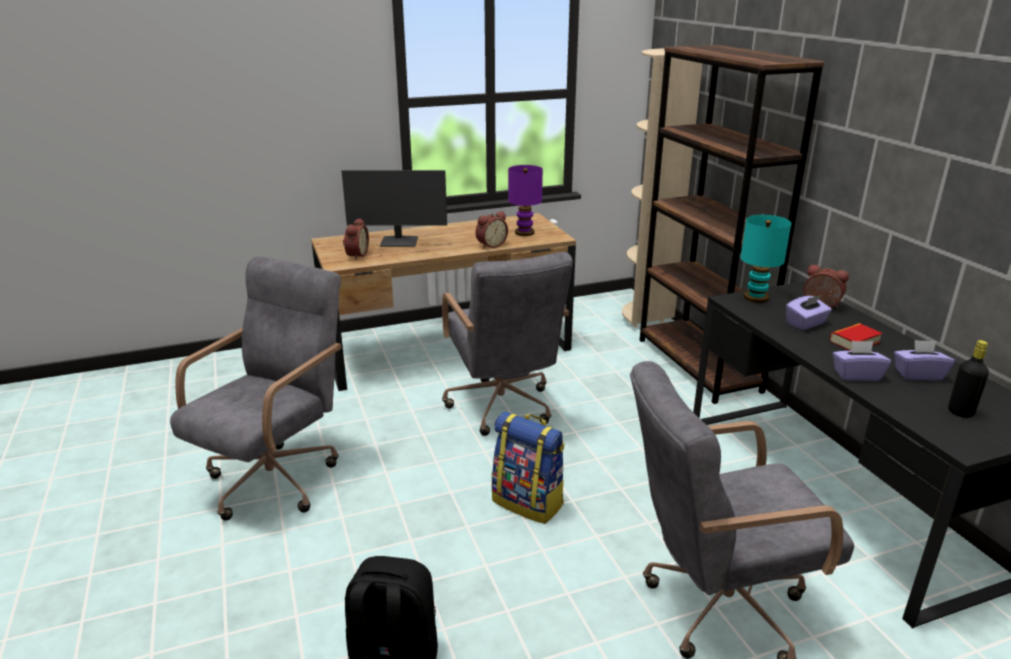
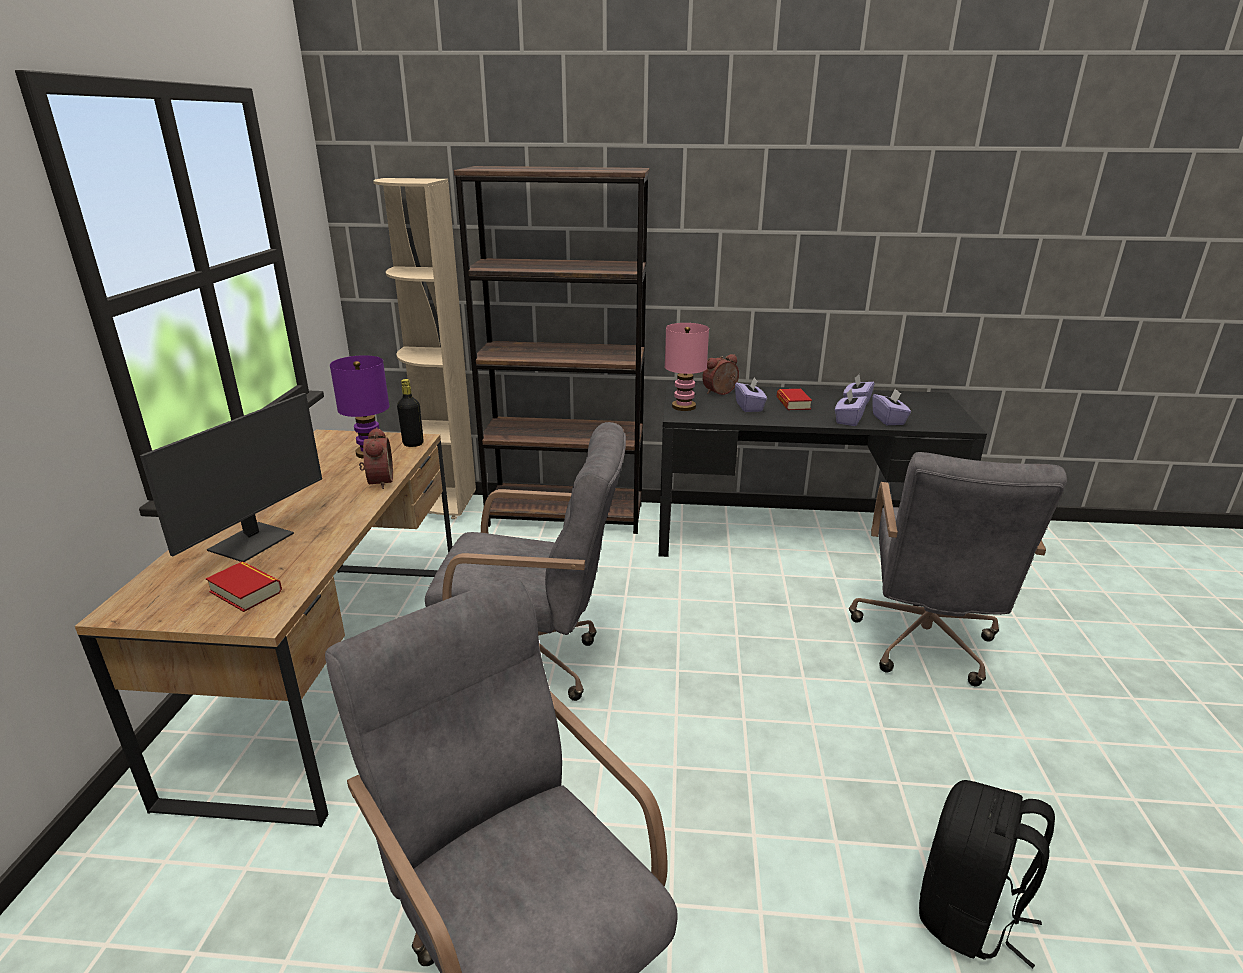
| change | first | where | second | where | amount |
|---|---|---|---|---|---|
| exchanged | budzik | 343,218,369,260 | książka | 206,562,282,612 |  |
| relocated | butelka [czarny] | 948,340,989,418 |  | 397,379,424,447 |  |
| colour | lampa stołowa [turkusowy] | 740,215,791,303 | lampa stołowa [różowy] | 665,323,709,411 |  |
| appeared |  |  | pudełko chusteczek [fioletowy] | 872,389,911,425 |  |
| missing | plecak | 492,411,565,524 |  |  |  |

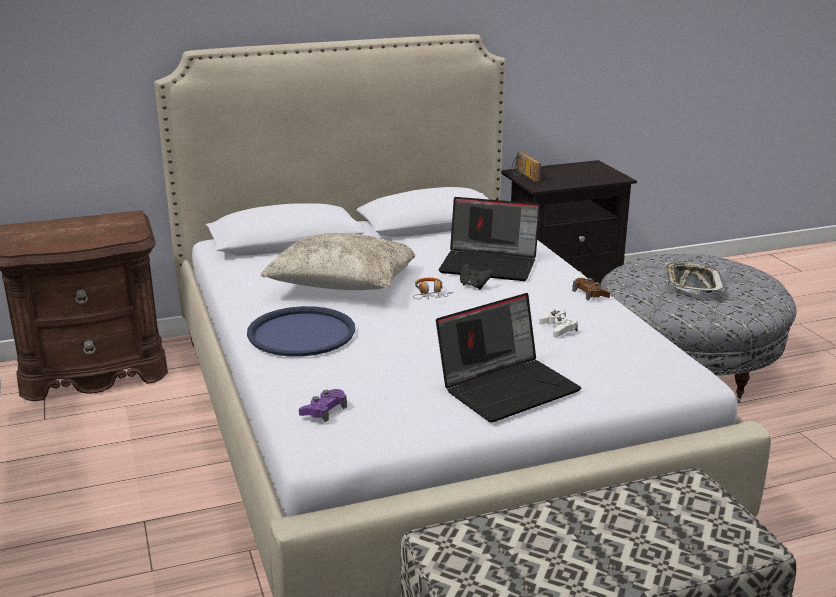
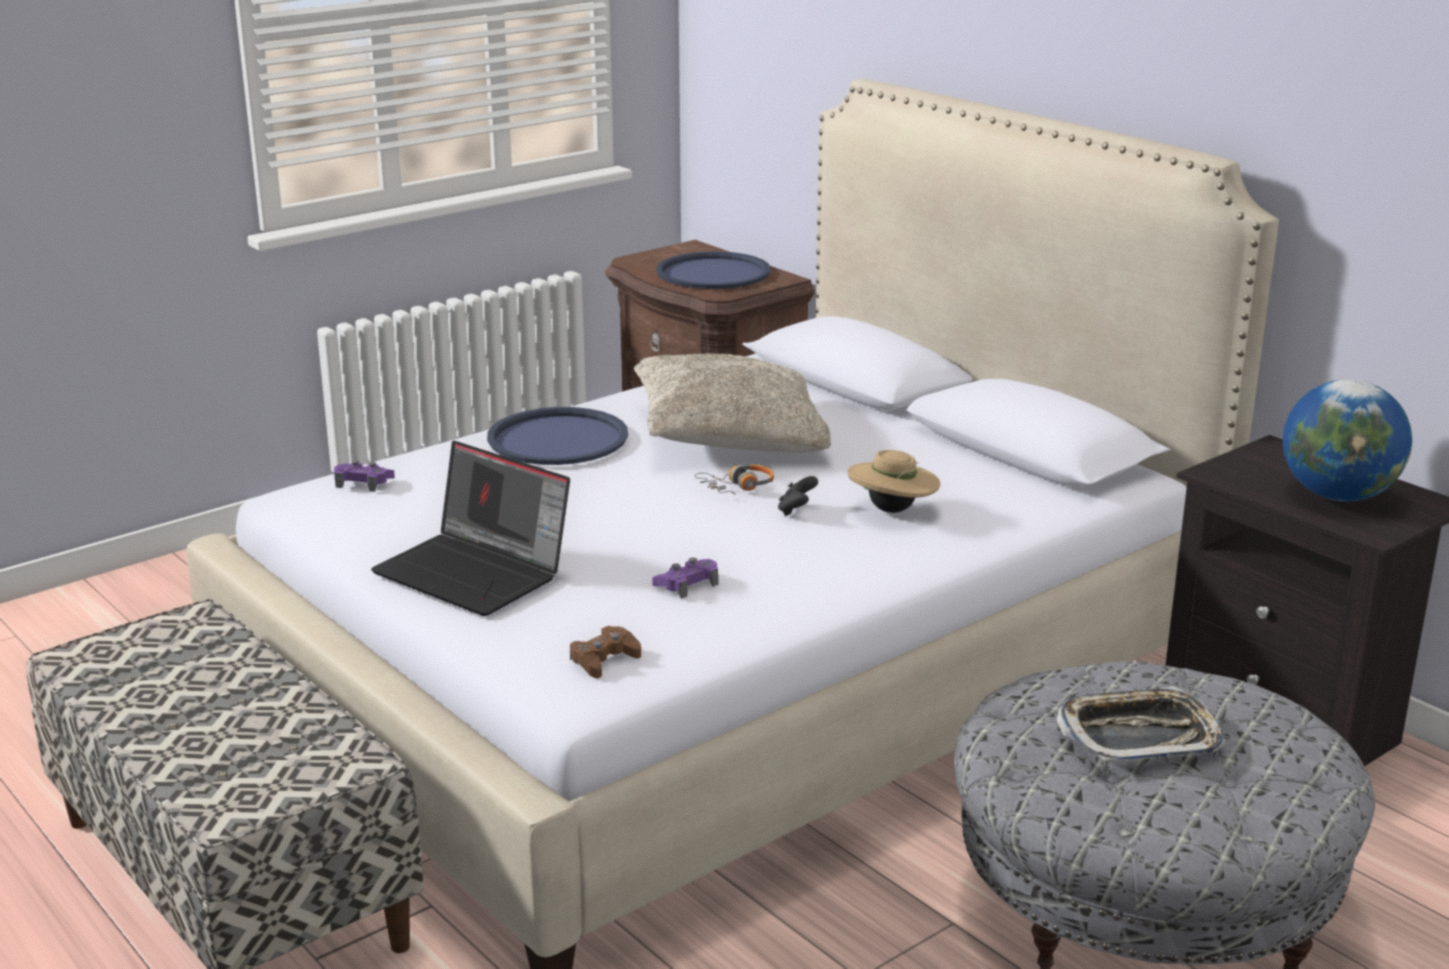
| change | first | where | second | where | amount |
|---|---|---|---|---|---|
| relocated | pad do gier [brązowy] | 572,278,610,301 |  | 570,626,641,679 |  |
| colour | pad do gier [biały] | 539,309,578,337 | pad do gier [fioletowy] | 652,558,718,599 |  |
| appeared |  |  | taca [niebieski] | 656,251,771,289 |  |
| exchanged | laptop | 439,197,540,281 | kapelusz [beżowy] | 848,450,940,513 |  |
| appeared |  |  | globus | 1283,379,1412,501 |  |
| missing | radio | 512,152,541,182 |  |  |  |

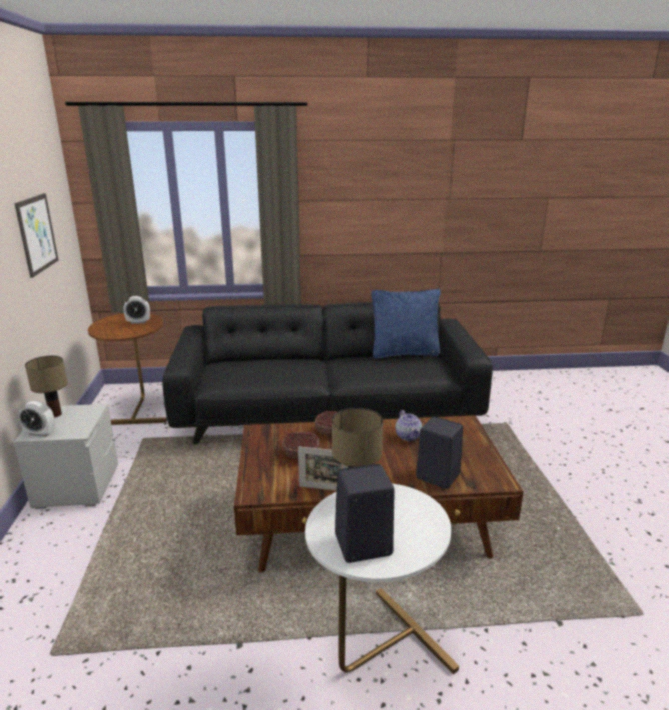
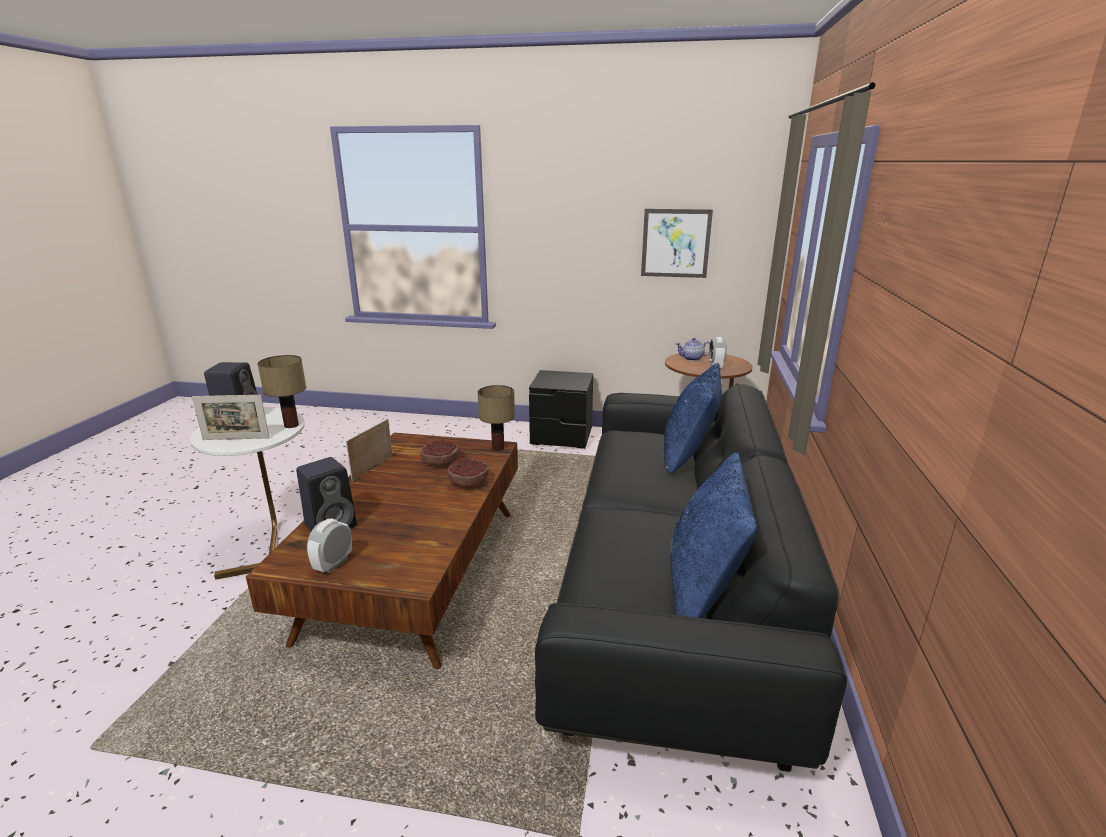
| change | first | where | second | where | amount |
|---|---|---|---|---|---|
| appeared |  |  | ramka na zdjęcie | 192,395,270,440 |  |
| relocated | budzik | 19,401,55,437 |  | 307,518,352,573 |  |
| relocated | lampa stołowa | 25,356,68,417 |  | 478,385,515,451 |  |
| colour | szafka nocna [biały] | 14,404,118,509 | szafka nocna [czarny] | 529,370,593,449 |  |
| appeared |  |  | poduszka [niebieski] | 664,363,722,475 |  |
| relocated | imbryk | 396,410,422,441 |  | 675,338,710,361 |  |

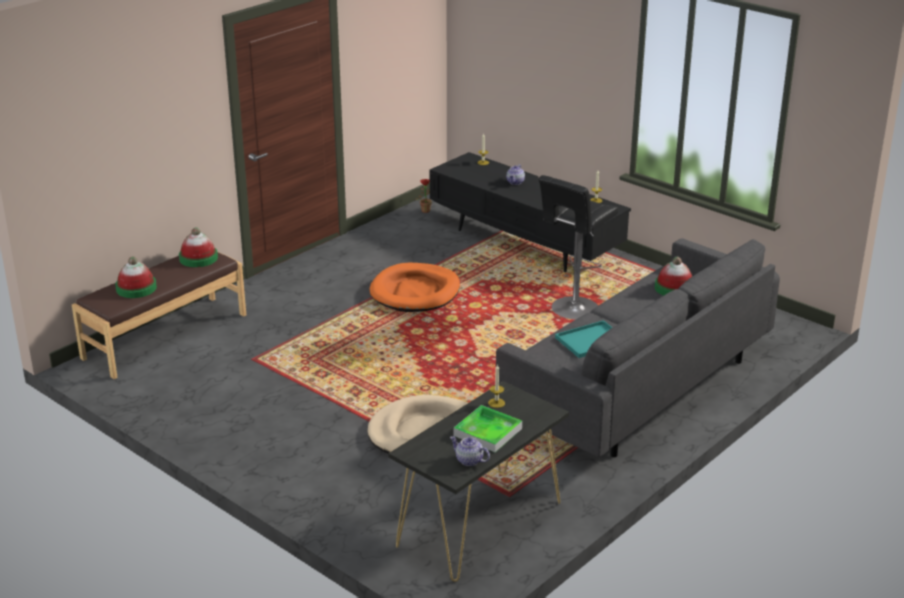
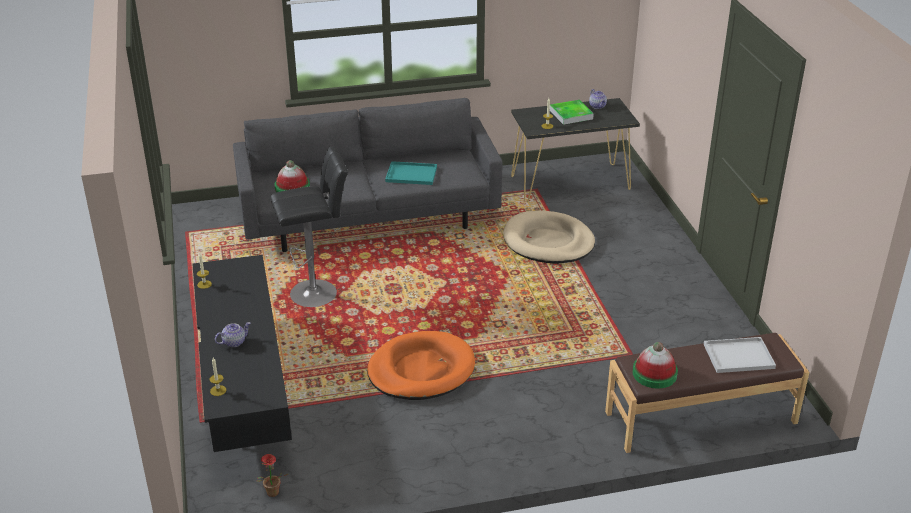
| change | first | where | second | where | amount |
|---|---|---|---|---|---|
| exchanged | kapelusz | 115,257,157,298 | taca [biały] | 704,337,776,373 |  |

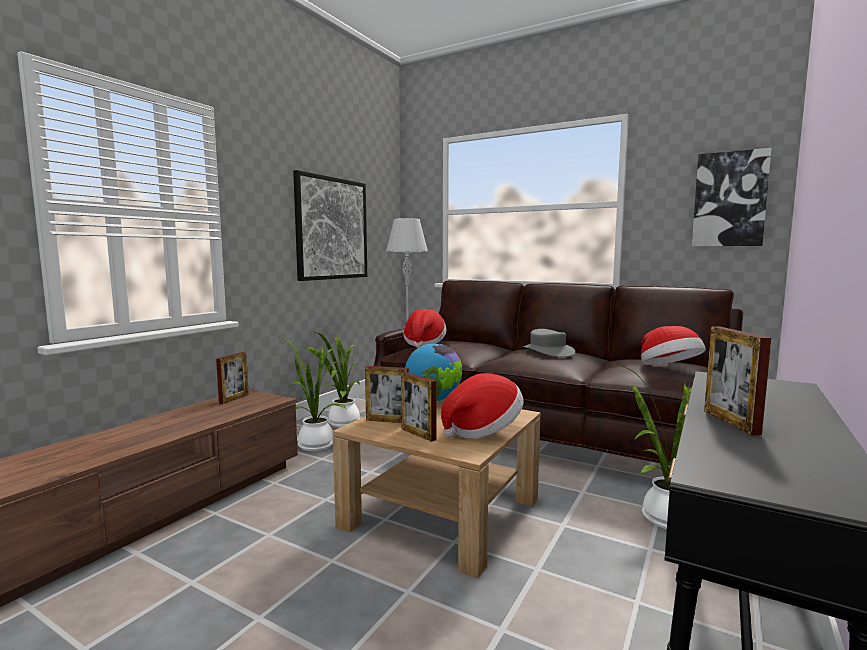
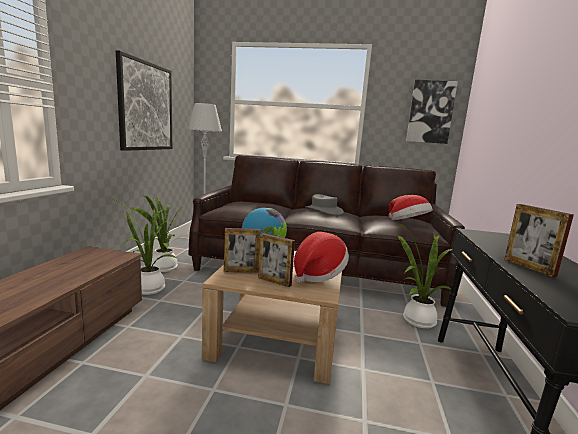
| change | first | where | second | where | amount |
|---|---|---|---|---|---|
| missing | ramka na zdjęcie | 216,352,249,404 |  |  |  |
| missing | kapelusz | 403,309,446,348 |  |  |  |

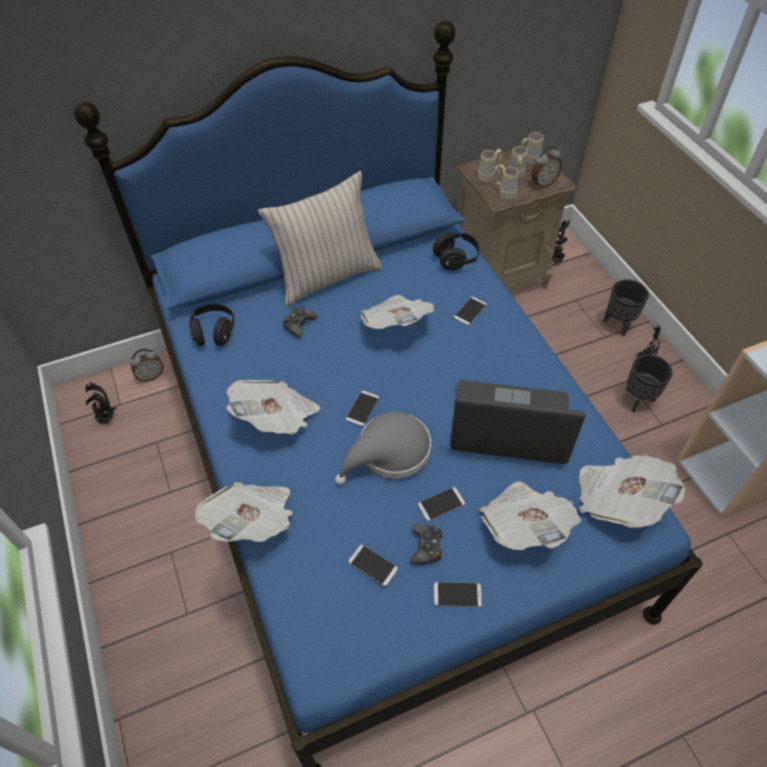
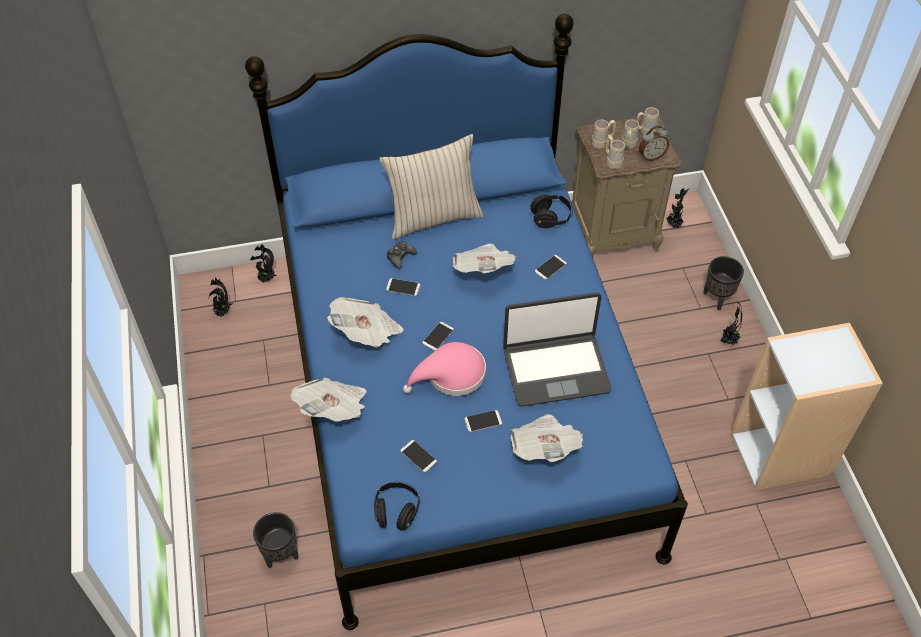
| change | first | where | second | where | amount |
|---|---|---|---|---|---|
| exchanged | budzik | 130,349,164,382 | roślina doniczkowa | 250,245,277,282 |  |
| relocated | donica [czarny] | 626,354,673,413 |  | 253,512,299,568 |  |
| relocated | słuchawki [czarny] | 189,304,234,346 |  | 374,482,419,531 |  |
| relocated | telefon | 434,582,482,607 |  | 386,278,420,296 |  |
| colour | kapelusz [szary] | 335,412,431,485 | kapelusz [różowy] | 403,342,486,396 |  |
| spun | laptop | 450,380,586,464 |  | 503,292,612,407 | 150 degrees clockwise |
| missing | pad do gier [czarny] | 410,524,442,565 |  |  |  |
| missing | gazeta | 579,454,685,528 |  |  |  |

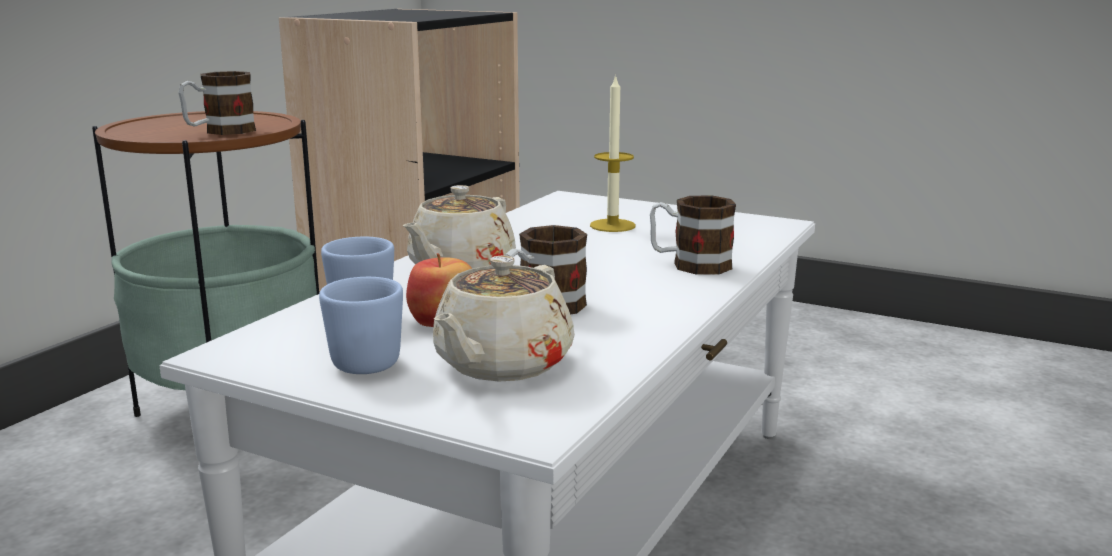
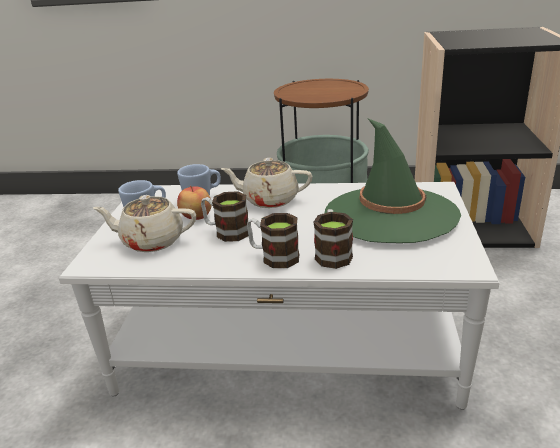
| change | first | where | second | where | amount |
|---|---|---|---|---|---|
| relocated | kubek | 178,71,256,135 |  | 247,213,299,268 |  |
| exchanged | świeca | 590,74,636,232 | kapelusz [zielony] | 325,119,461,243 |  |

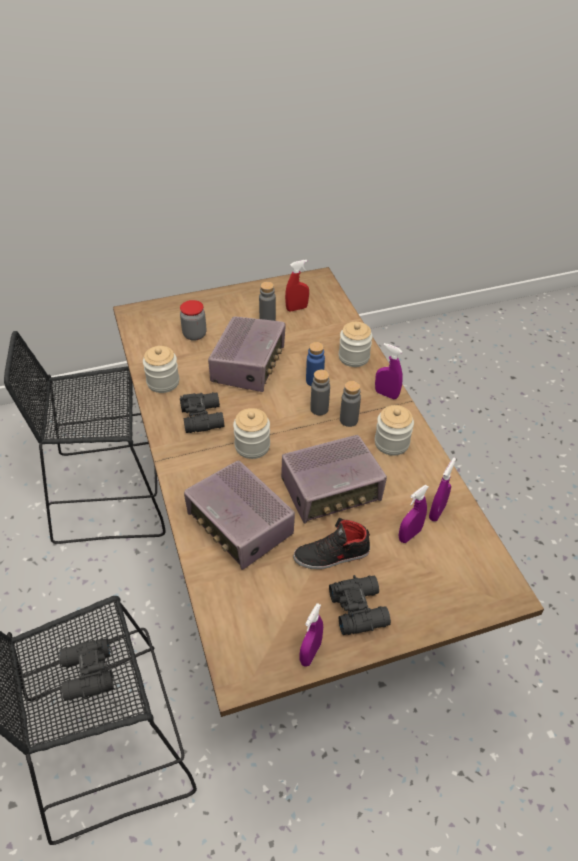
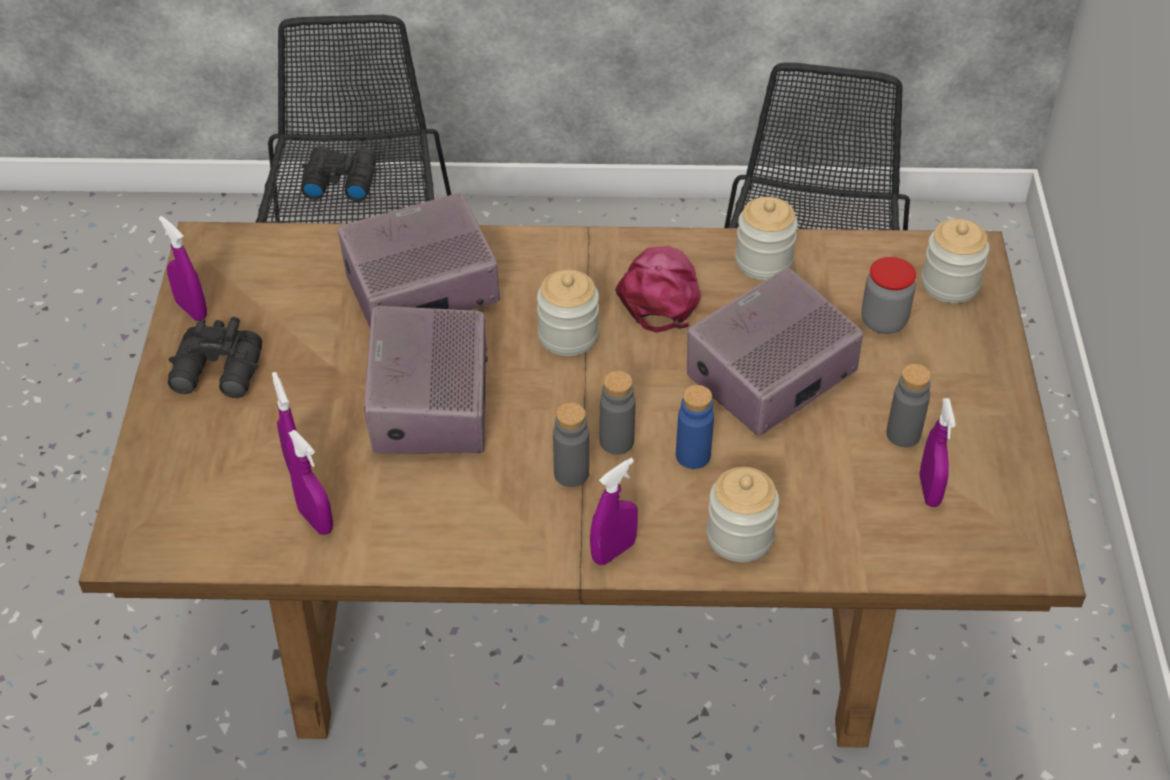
| change | first | where | second | where | amount |
|---|---|---|---|---|---|
| exchanged | lornetka [czarny] | 180,392,225,433 | czapka z daszkiem [różowy] | 615,246,701,333 |  |
| spun | radio | 208,316,286,392 |  | 687,268,863,436 | 105 degrees clockwise |
| colour | spryskiwacz [czerwony] | 285,260,309,311 | spryskiwacz [fioletowy] | 920,398,956,507 |  |
| relocated | słoik | 375,405,414,456 |  | 921,219,989,303 |  |
| missing | but [czarny] | 293,518,370,569 |  |  |  |

